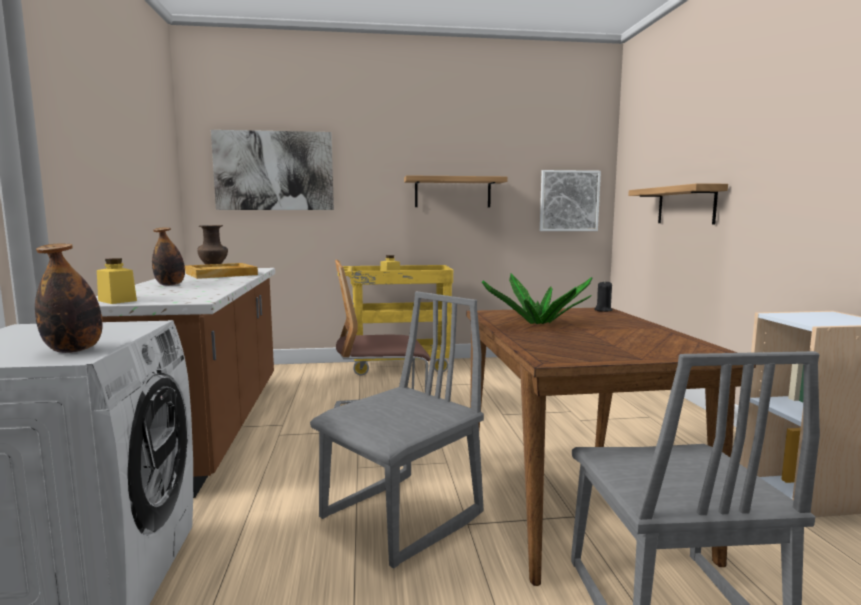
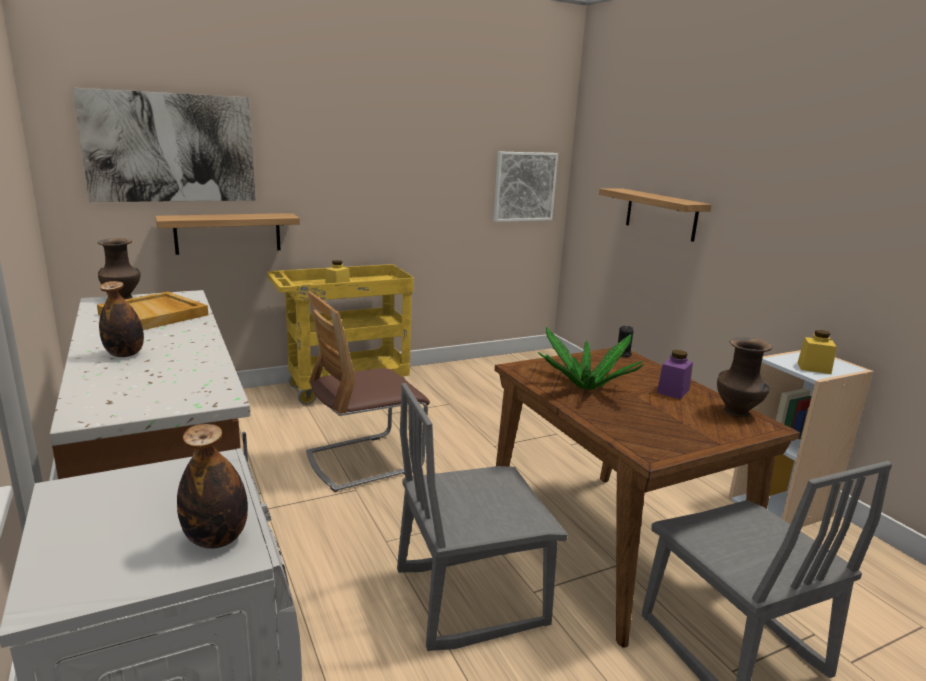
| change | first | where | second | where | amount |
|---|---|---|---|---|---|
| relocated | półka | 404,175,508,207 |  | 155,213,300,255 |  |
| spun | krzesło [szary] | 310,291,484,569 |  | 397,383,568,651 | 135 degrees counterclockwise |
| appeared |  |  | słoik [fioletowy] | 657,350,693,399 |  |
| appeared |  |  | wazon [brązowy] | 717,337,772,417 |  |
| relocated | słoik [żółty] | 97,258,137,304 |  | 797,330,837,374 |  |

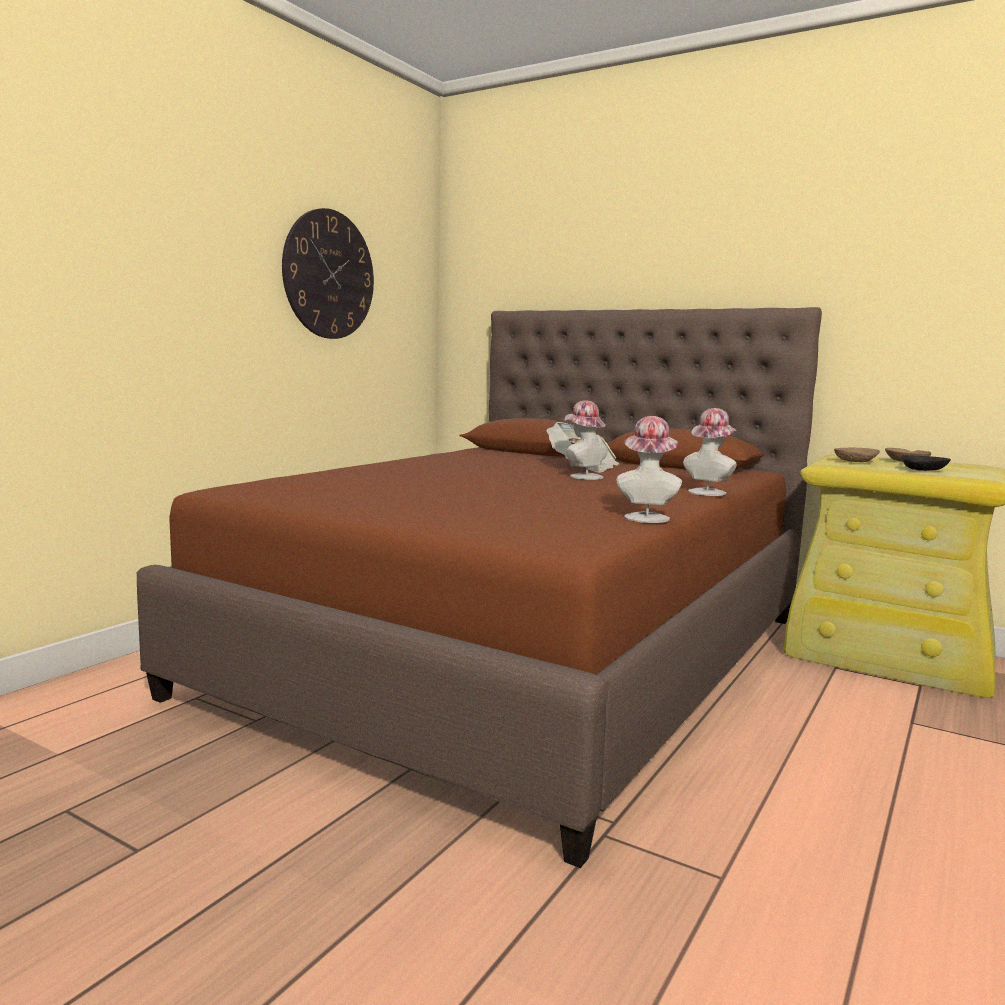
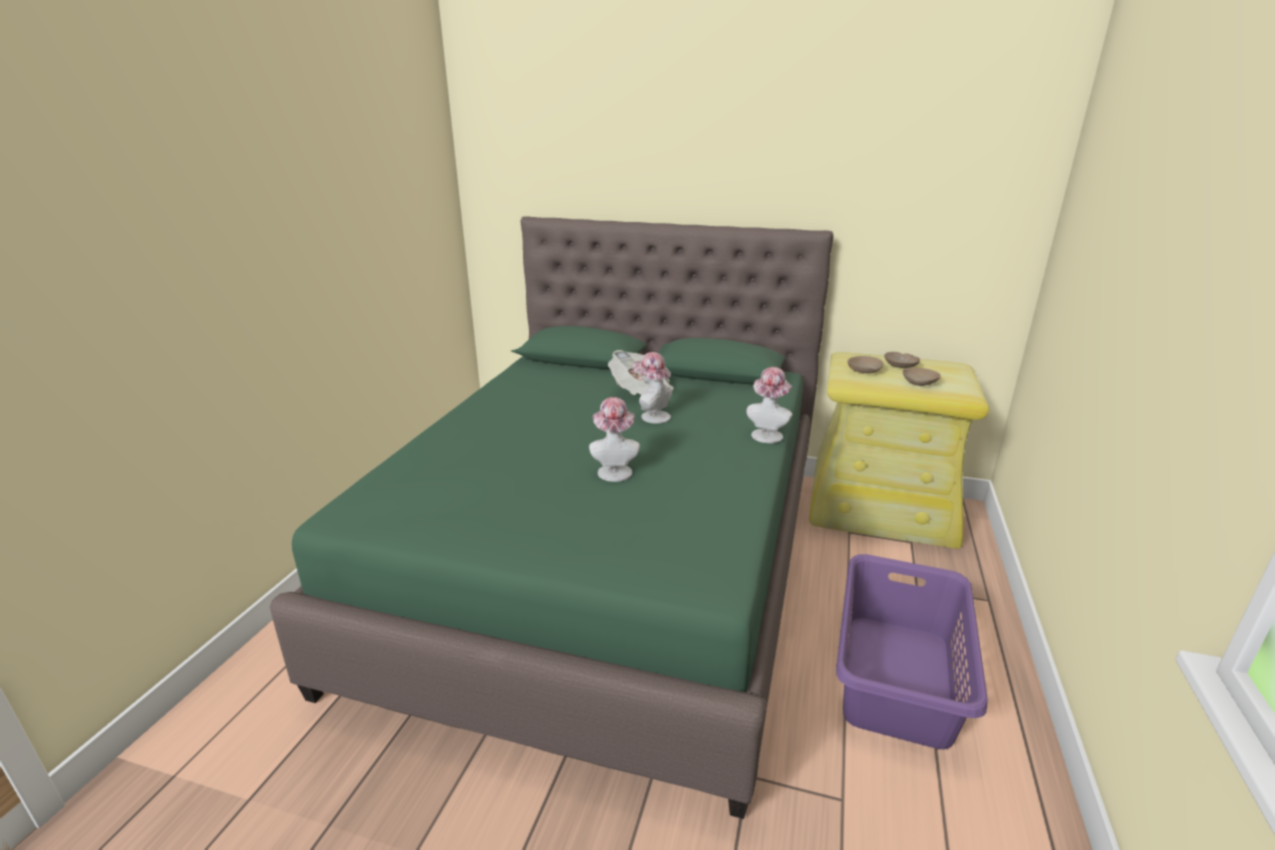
| change | first | where | second | where | amount |
|---|---|---|---|---|---|
| colour | łóżko [brązowy] | 137,307,822,868 | łóżko [zielony] | 270,216,833,819 |  |
| relocated | kapelusz | 617,416,682,523 |  | 589,397,640,482 |  |
| appeared |  |  | kosz na pranie [fioletowy] | 836,554,988,750 |  |
| colour | miska [czarny] | 902,455,951,471 | miska [beżowy] | 903,368,941,386 |  |
| missing | zegar ścienny | 282,208,374,339 |  |  |  |

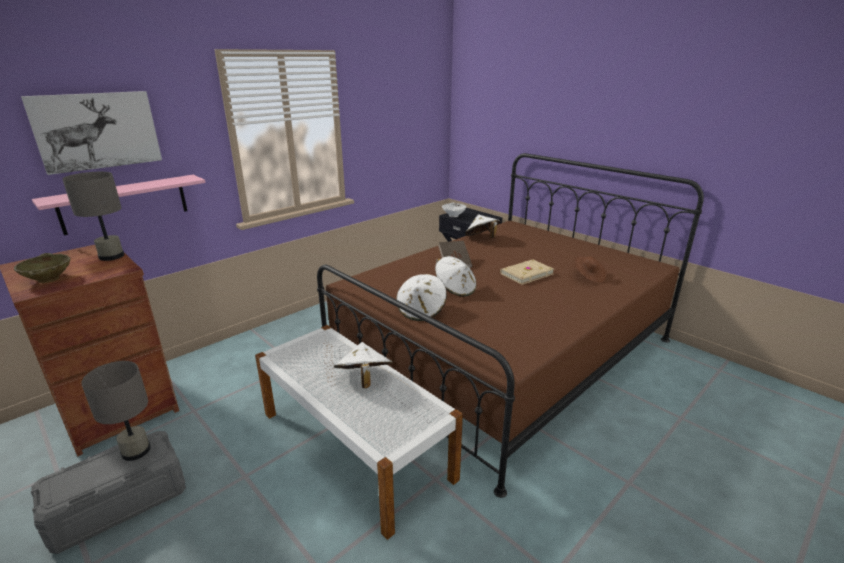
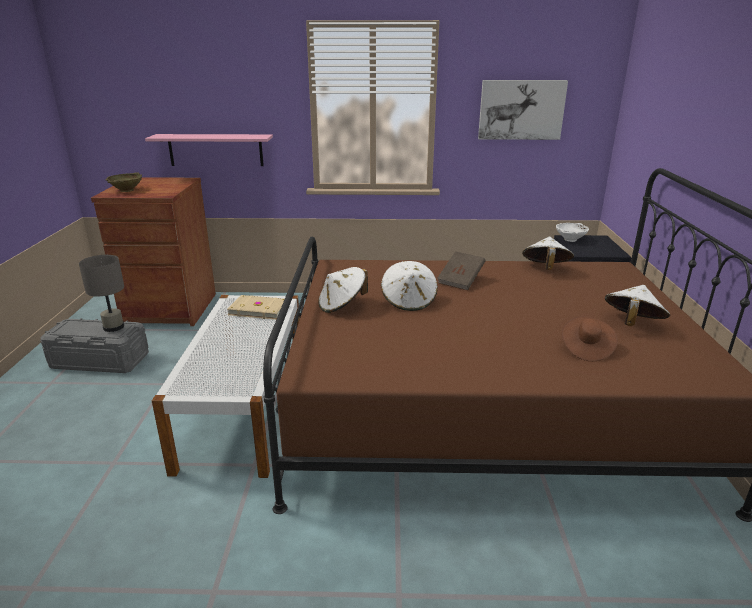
| change | first | where | second | where | amount |
|---|---|---|---|---|---|
| relocated | książka [beżowy] | 500,259,554,285 |  | 227,295,285,320 |  |
| relocated | obraz | 21,91,162,175 |  | 478,80,568,140 |  |
| relocated | kapelusz [biały] | 334,342,393,388 |  | 605,285,670,326 |  |
| missing | lampa stołowa [szary] | 63,172,124,261 |  |  |  |

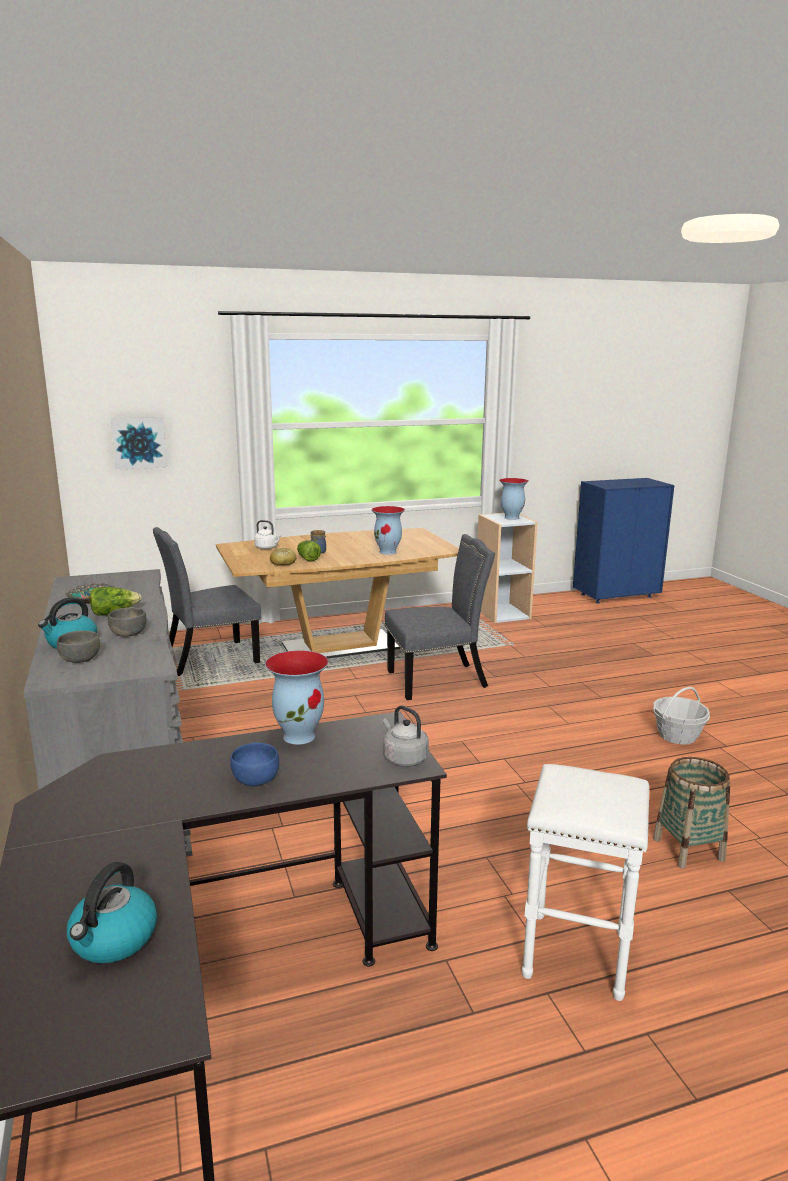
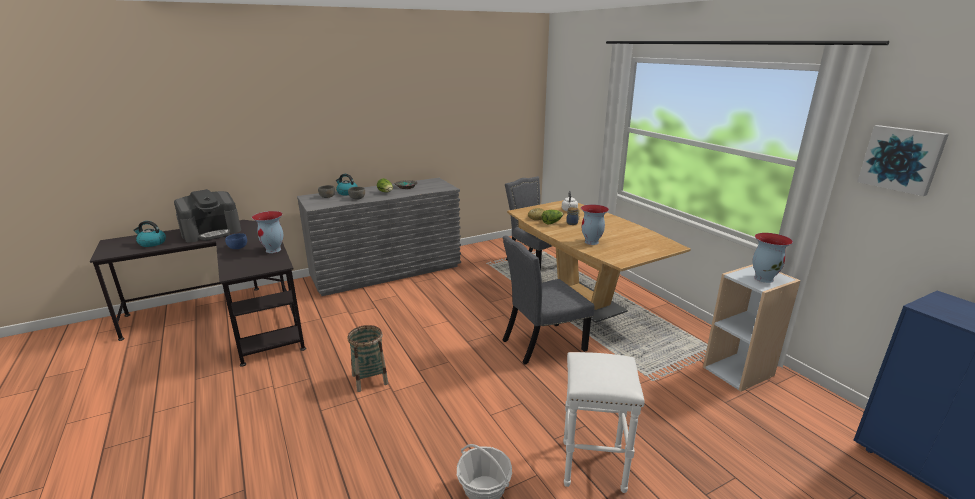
| change | first | where | second | where | amount |
|---|---|---|---|---|---|
| appeared |  |  | ekspres do kawy | 174,189,241,243 |  |
| relocated | koszyk | 653,757,730,869 |  | 348,325,388,392 |  |
| spun | krzesło [szary] | 385,534,495,700 |  | 503,235,595,365 | 90 degrees clockwise |
| relocated | stołek [biały] | 522,764,649,1001 |  | 563,352,645,493 |  |
| relocated | obraz | 111,417,167,470 |  | 858,125,949,196 |  |
| missing | czajnik [szary] | 383,706,429,767 |  |  |  |

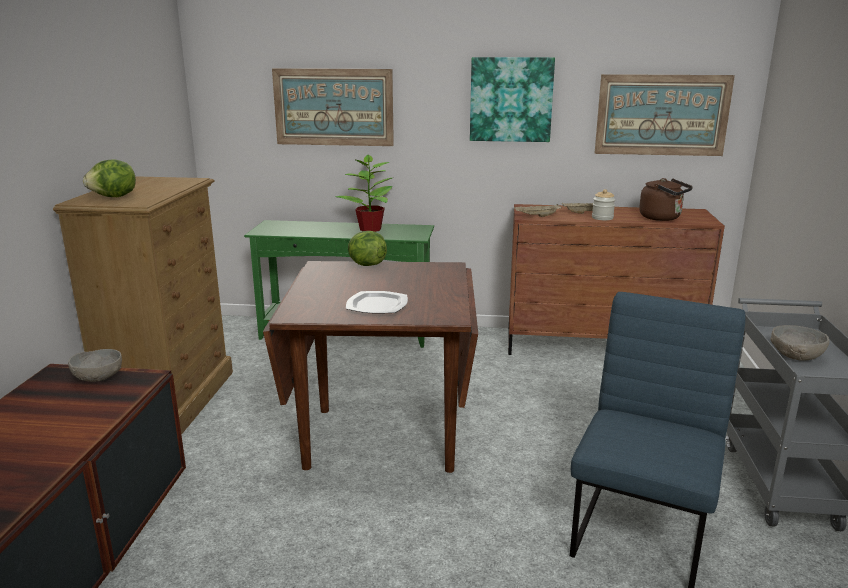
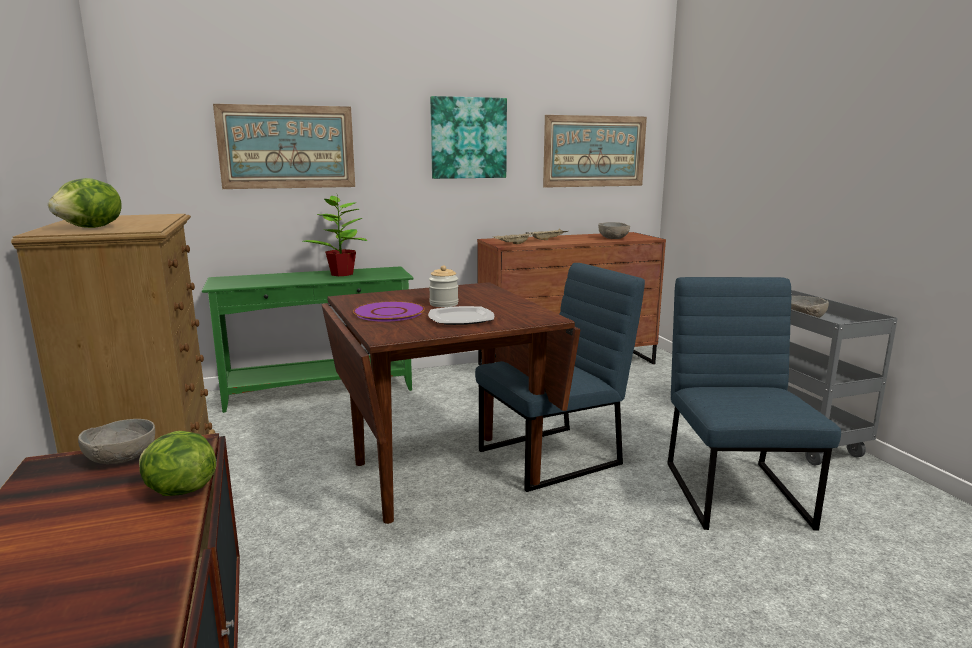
| change | first | where | second | where | amount |
|---|---|---|---|---|---|
| relocated | sałata | 348,231,387,266 |  | 139,431,216,496 |  |
| appeared |  |  | talerz [fioletowy] | 353,301,425,322 |  |
| relocated | słoik | 592,189,615,220 |  | 429,265,458,307 |  |
| appeared |  |  | krzesło [niebieski] | 475,263,645,492 |  |
| exchanged | czajnik [brązowy] | 639,178,693,221 | miska [szary] | 598,222,630,239 |  |

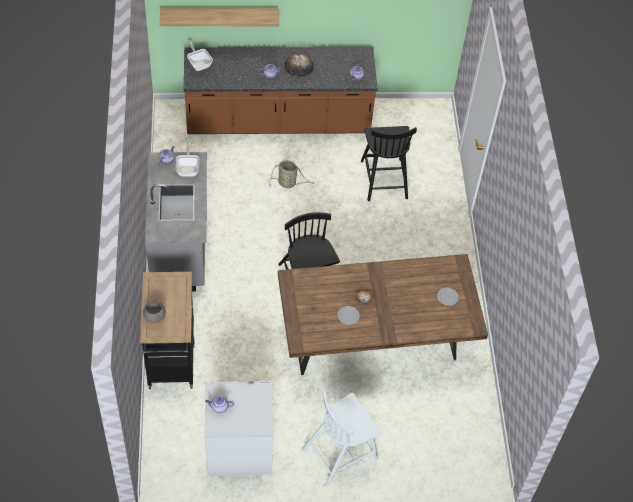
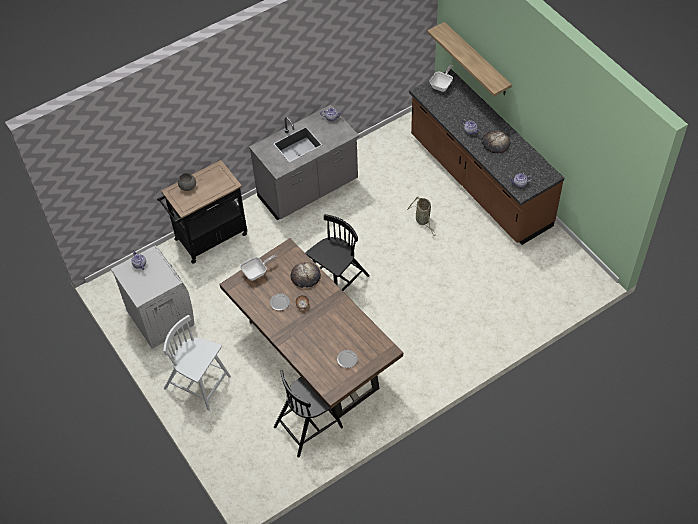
| change | first | where | second | where | amount |
|---|---|---|---|---|---|
| relocated | patelnia | 176,142,199,177 |  | 240,255,277,281 |  |
| relocated | krzesło [czarny] | 361,126,417,201 |  | 274,370,343,458 |  |
| appeared |  |  | chleb | 291,262,321,288 |  |

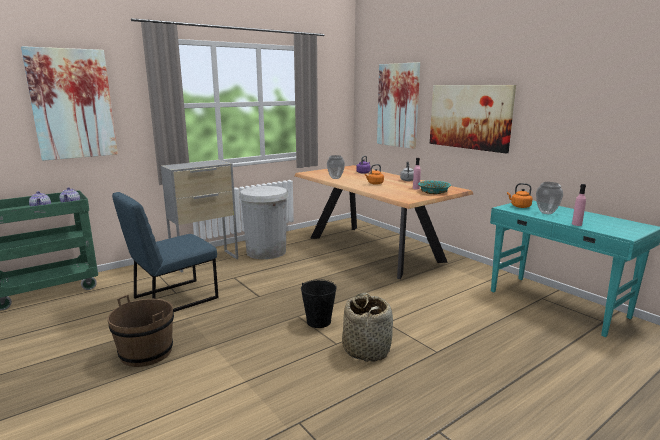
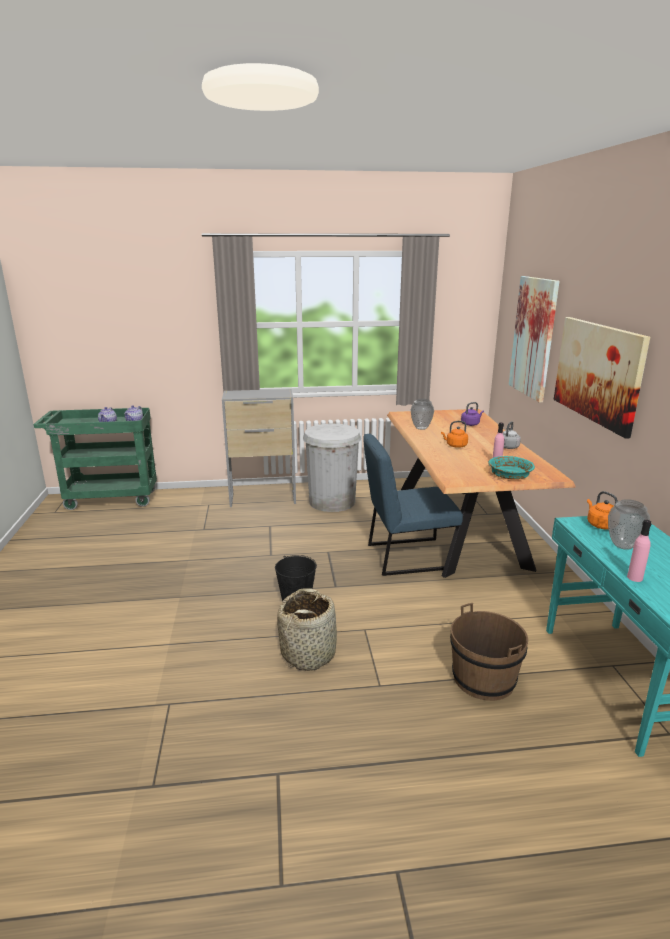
| change | first | where | second | where | amount |
|---|---|---|---|---|---|
| relocated | krzesło [niebieski] | 112,192,219,312 |  | 363,433,463,576 |  |
| relocated | wiadro [brązowy] | 107,295,174,367 |  | 450,603,528,701 |  |
| missing | obraz | 21,46,118,161 |  |  |  |

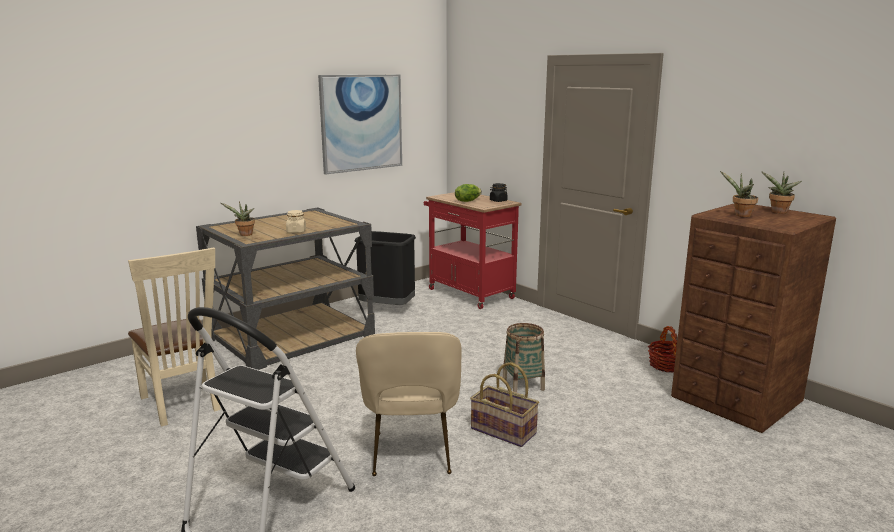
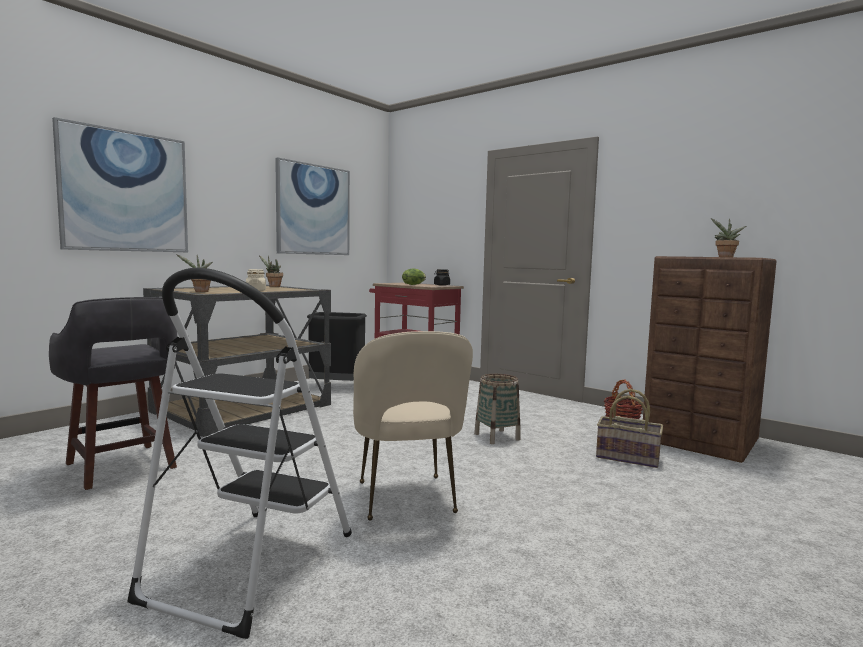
| change | first | where | second | where | amount |
|---|---|---|---|---|---|
| exchanged | krzesło [beżowy] | 128,248,221,427 | stołek [szary] | 49,297,177,490 |  |
| appeared |  |  | obraz | 52,117,188,252 |  |
| relocated | roślina doniczkowa | 720,171,758,217 |  | 259,255,283,287 |  |
| relocated | koszyk | 470,362,539,447 |  | 596,389,663,468 |  |

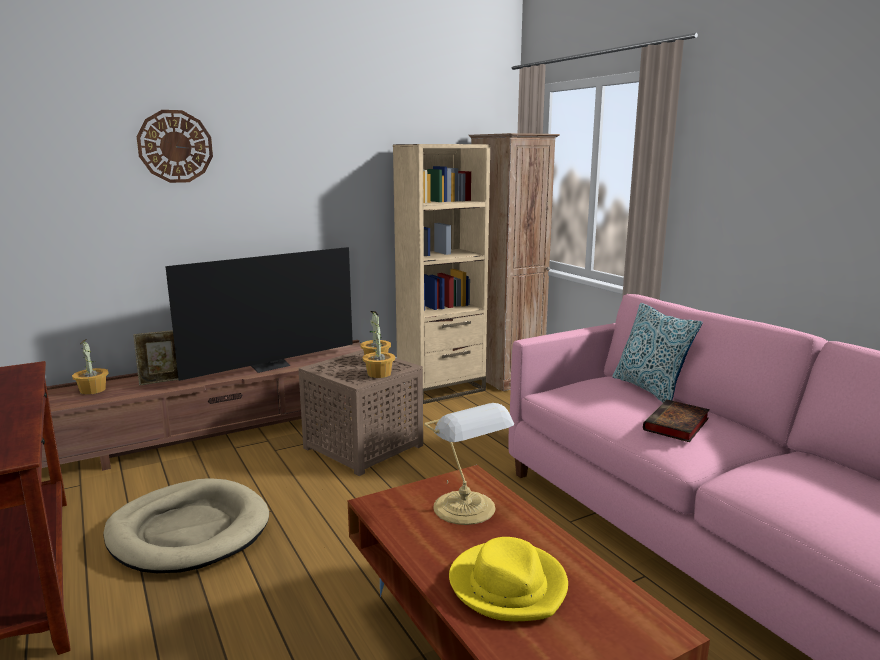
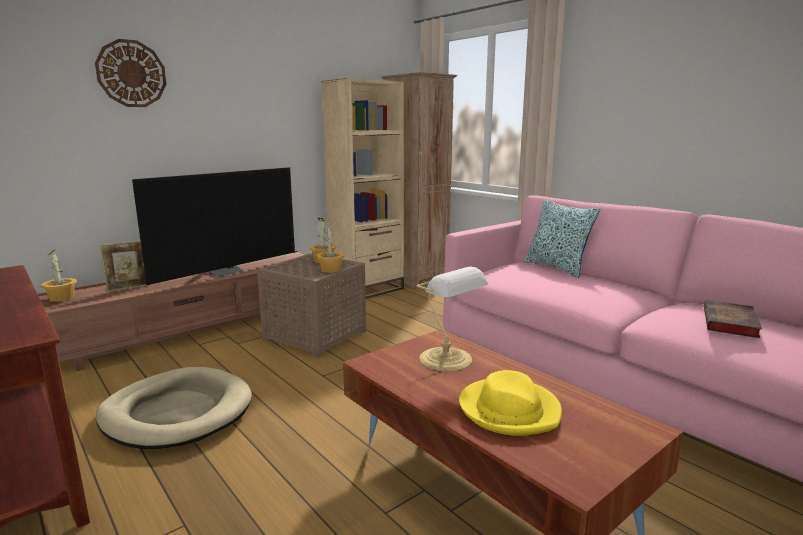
| change | first | where | second | where | amount |
|---|---|---|---|---|---|
| relocated | książka | 643,400,710,442 |  | 704,300,762,338 |  |

